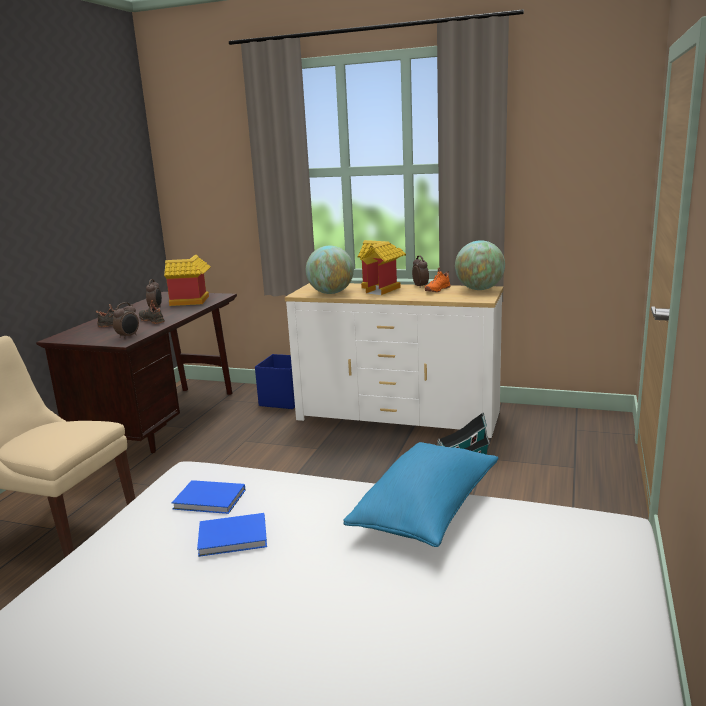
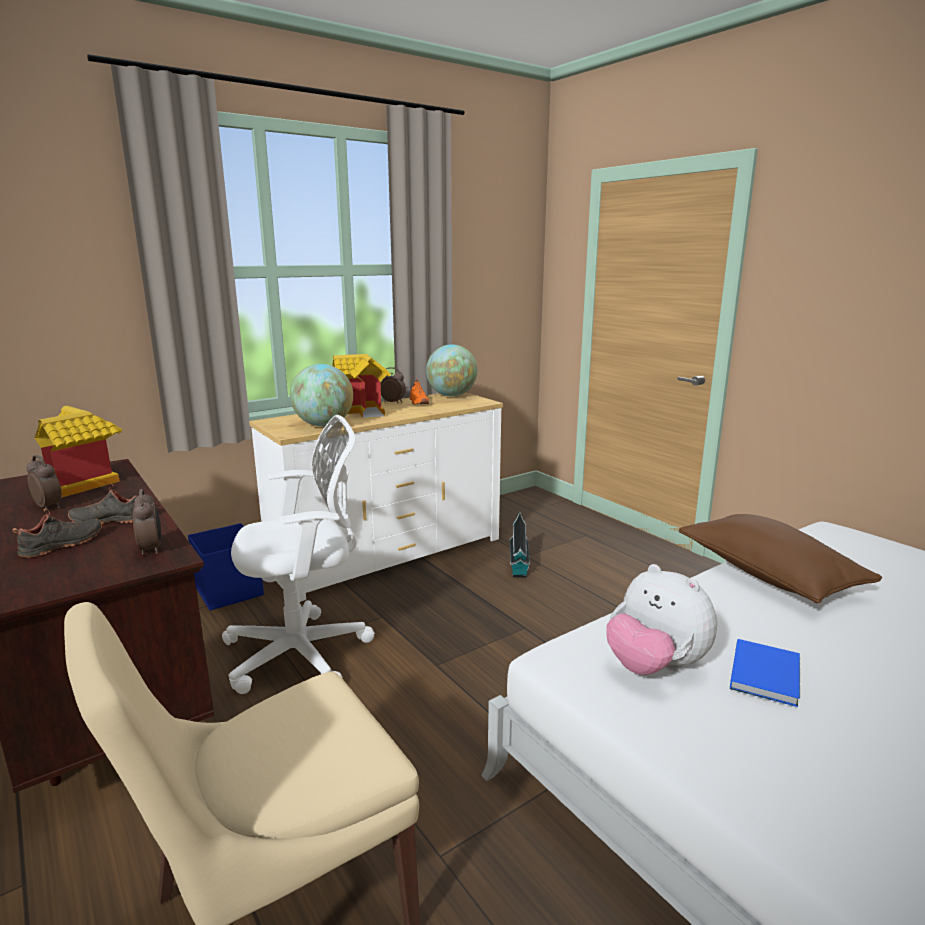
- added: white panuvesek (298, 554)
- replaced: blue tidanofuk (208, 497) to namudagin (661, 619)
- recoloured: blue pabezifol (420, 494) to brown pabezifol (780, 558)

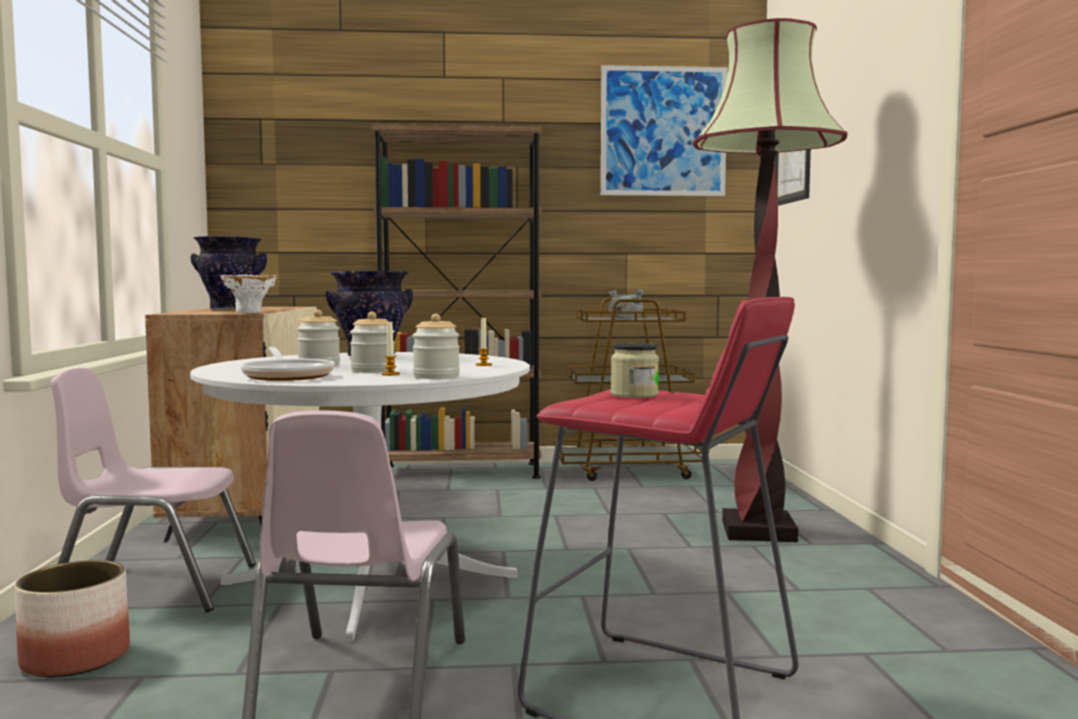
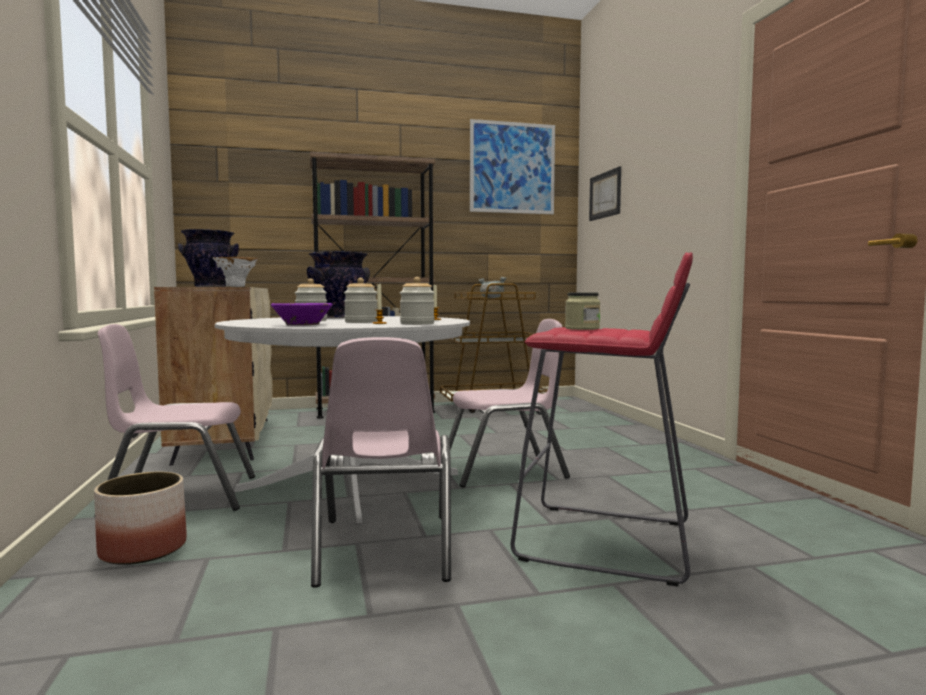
- replaced: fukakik (288, 364) to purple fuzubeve (302, 314)
- added: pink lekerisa (509, 403)
- removed: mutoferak (770, 280)

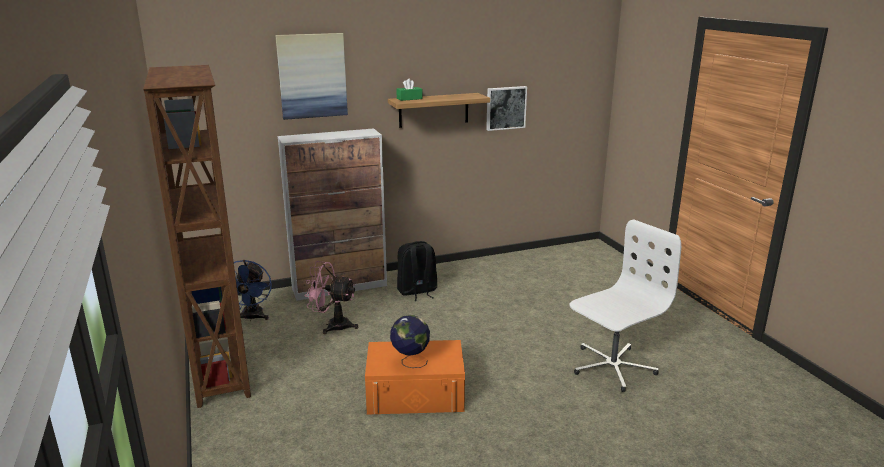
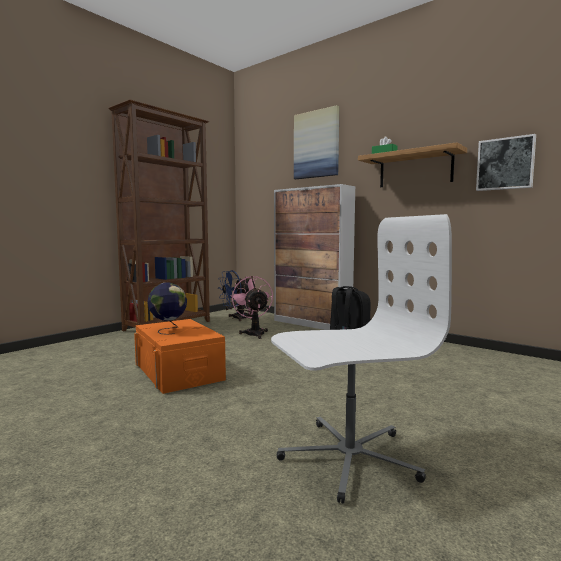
- turned: white panuvesek (625, 305) = (361, 359) 45 degrees counterclockwise

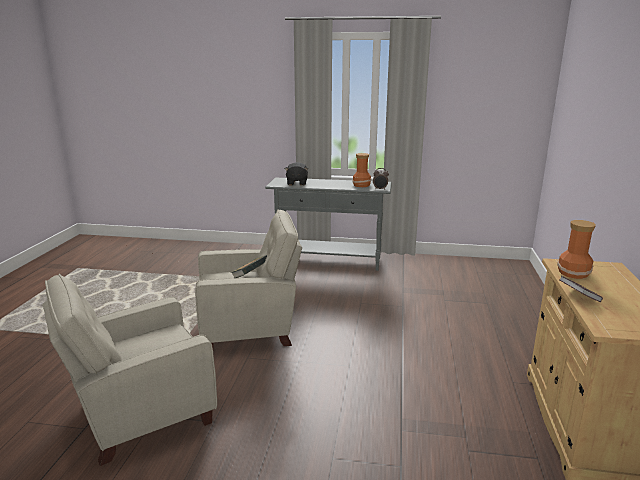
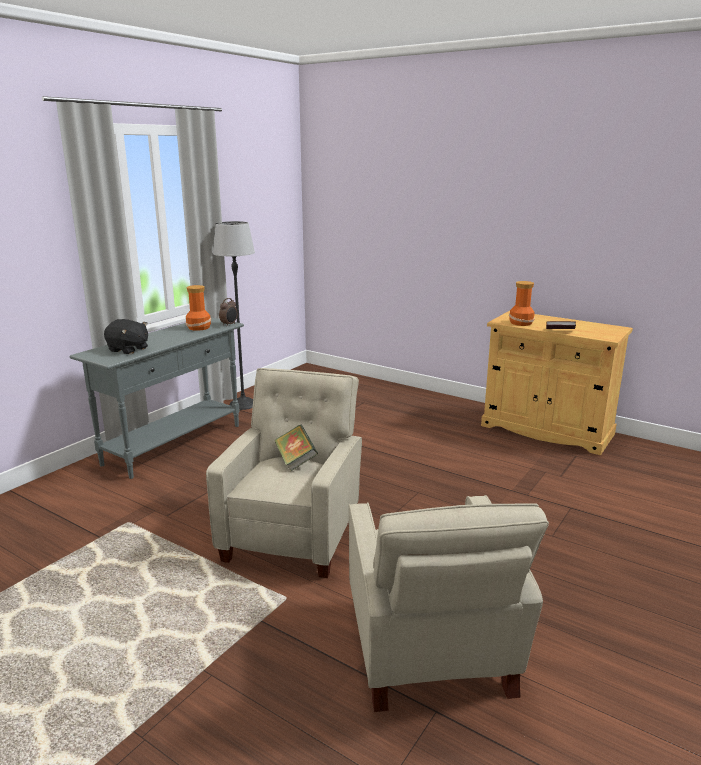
- added: mutoferak (234, 315)

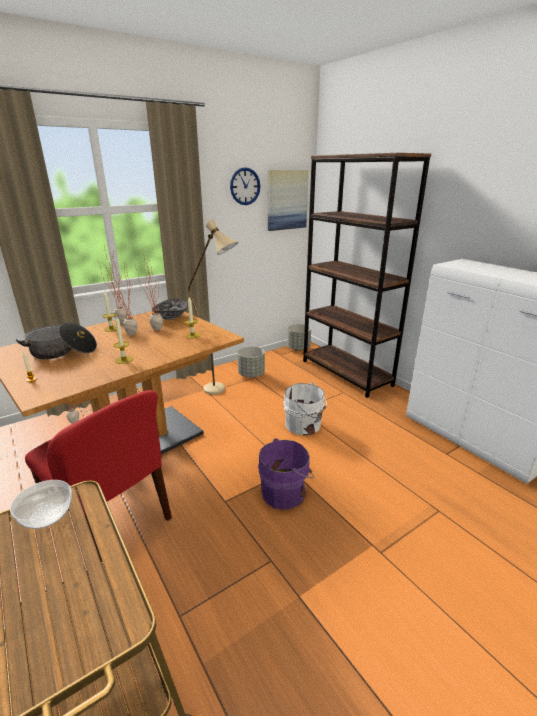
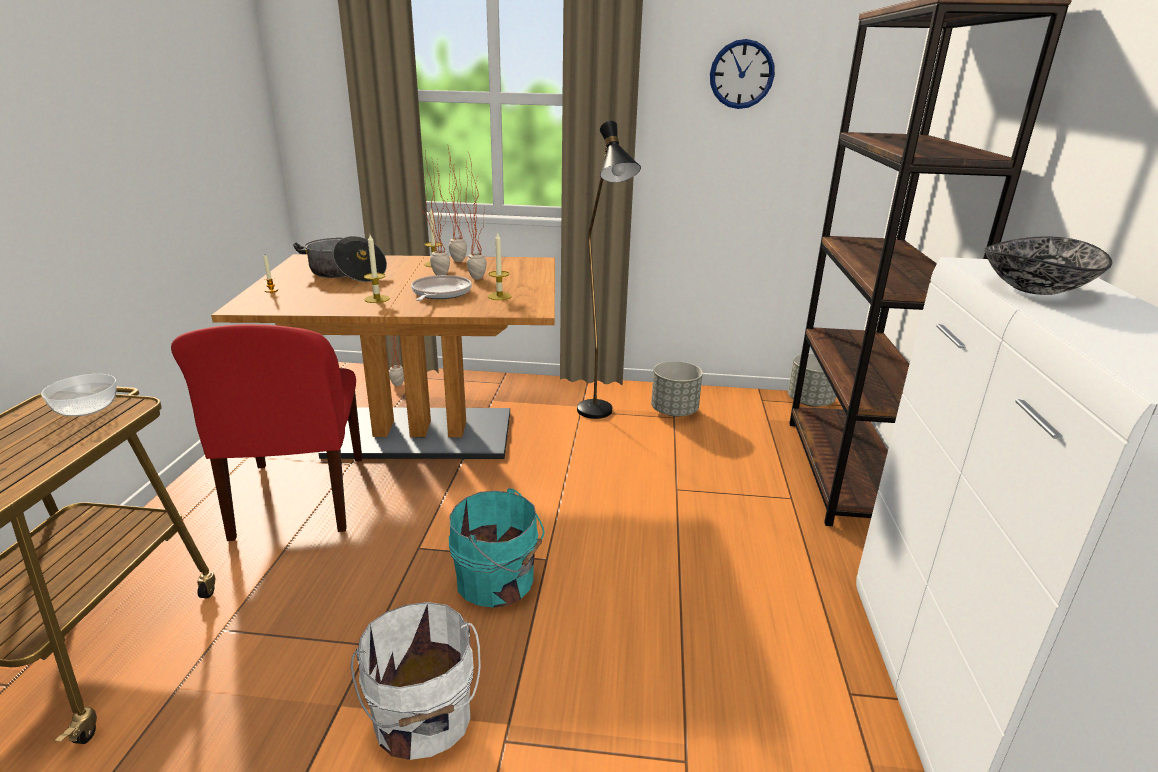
- moved: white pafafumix (305, 408) to (416, 681)
- added: fukakik (441, 288)
- recoloured: purple pafafumix (286, 474) to turquoise pafafumix (497, 548)
- recoloured: beige mutoferak (213, 307) to black mutoferak (609, 270)
- moved: fuzubeve (170, 309) to (1048, 265)
- removed: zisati (288, 200)

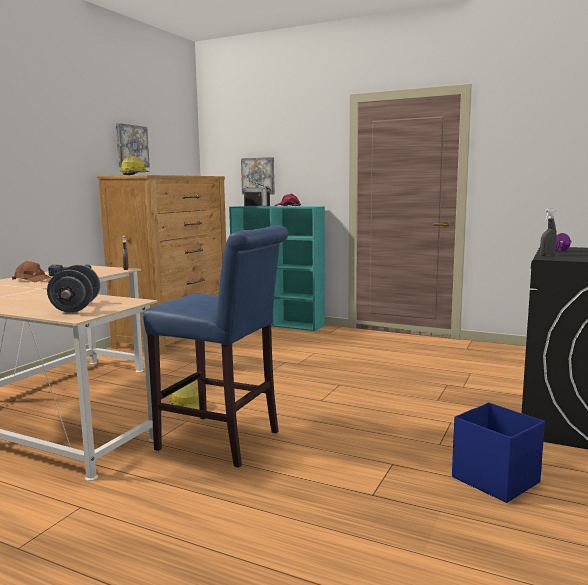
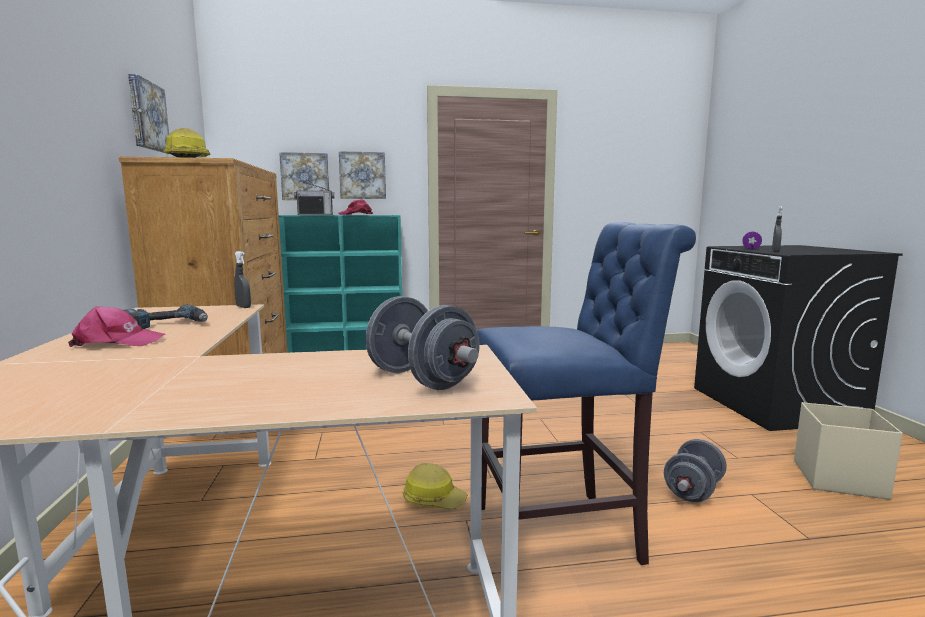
- recoloured: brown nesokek (31, 271) to pink nesokek (117, 326)
- added: zisati (362, 175)
- added: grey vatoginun (695, 470)
- recoloured: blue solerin (498, 452) to beige solerin (848, 451)

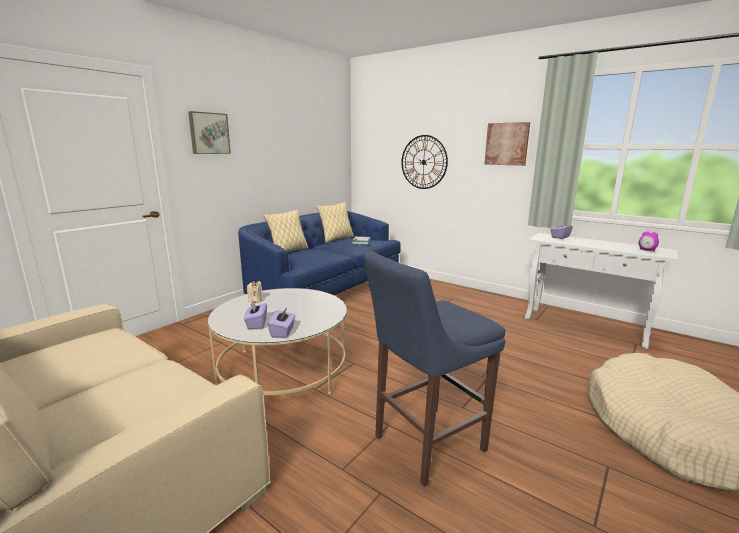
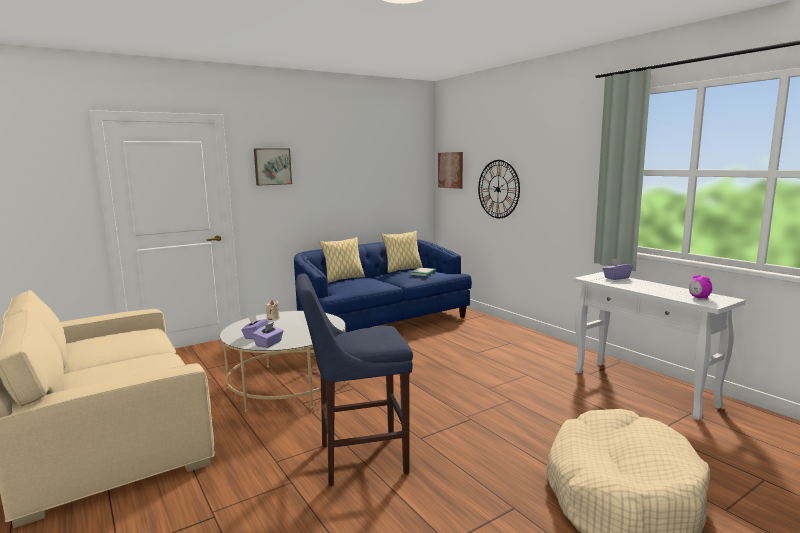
- moved: zisati (507, 144) to (450, 170)

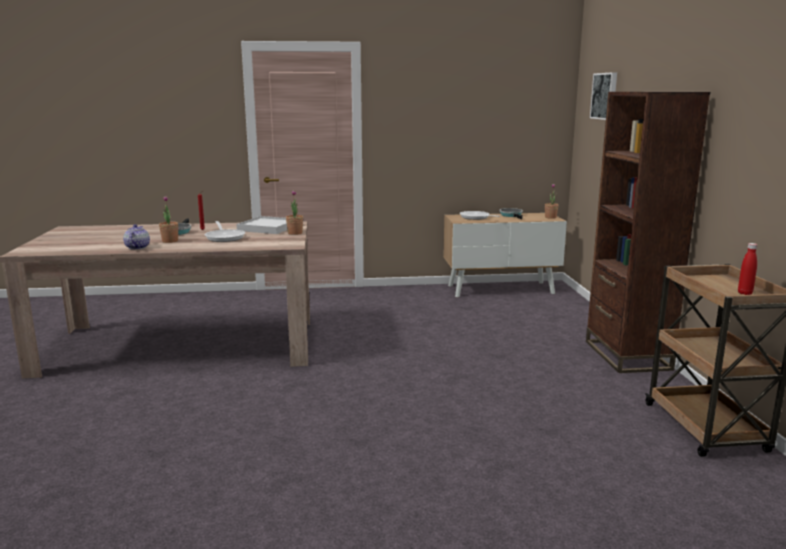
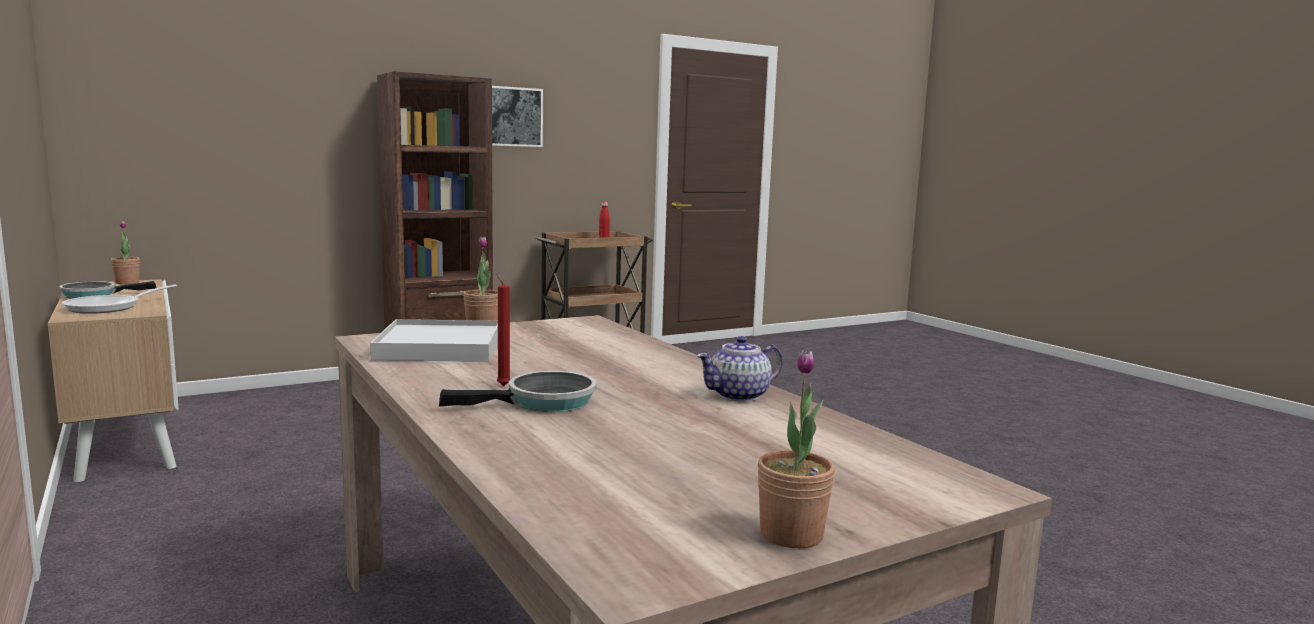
- moved: zisati (603, 96) to (517, 116)
- moved: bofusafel (168, 219) to (796, 449)
- removed: fukakik (225, 231)

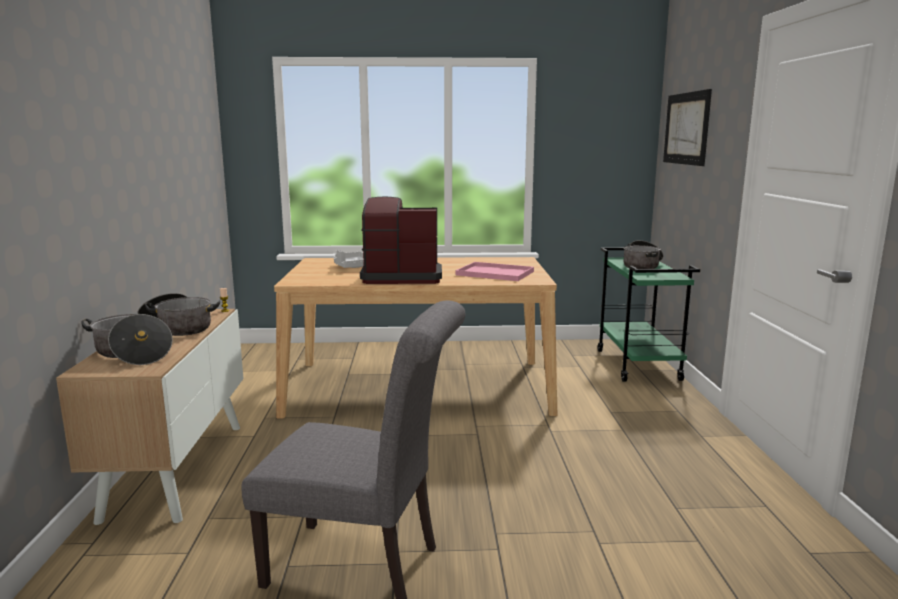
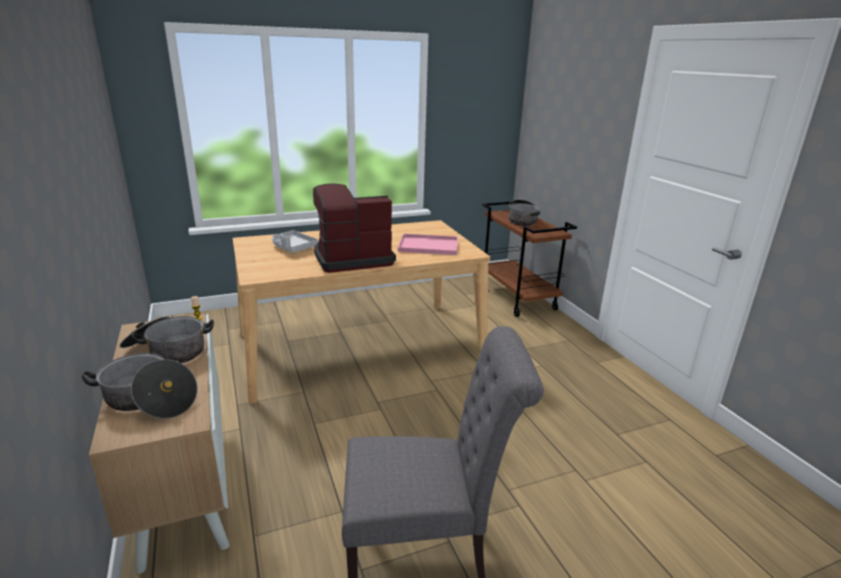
- recoloured: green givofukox (648, 314) to brown givofukox (529, 259)
- removed: zisati (687, 127)

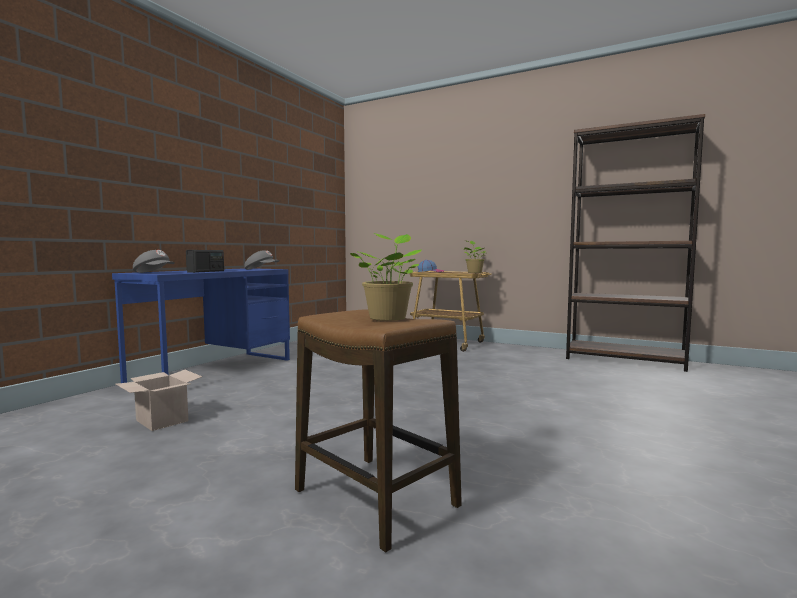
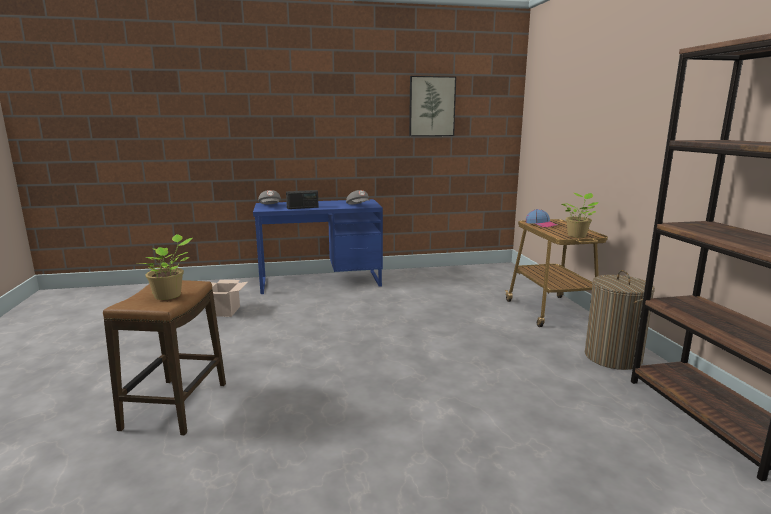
- added: zisati (432, 106)
- added: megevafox (620, 320)

